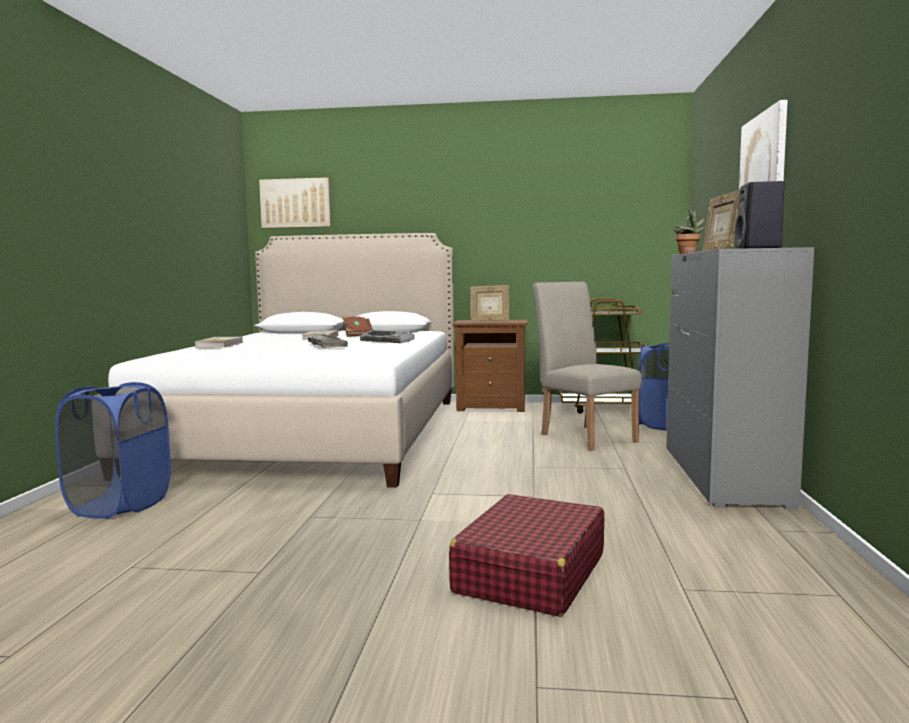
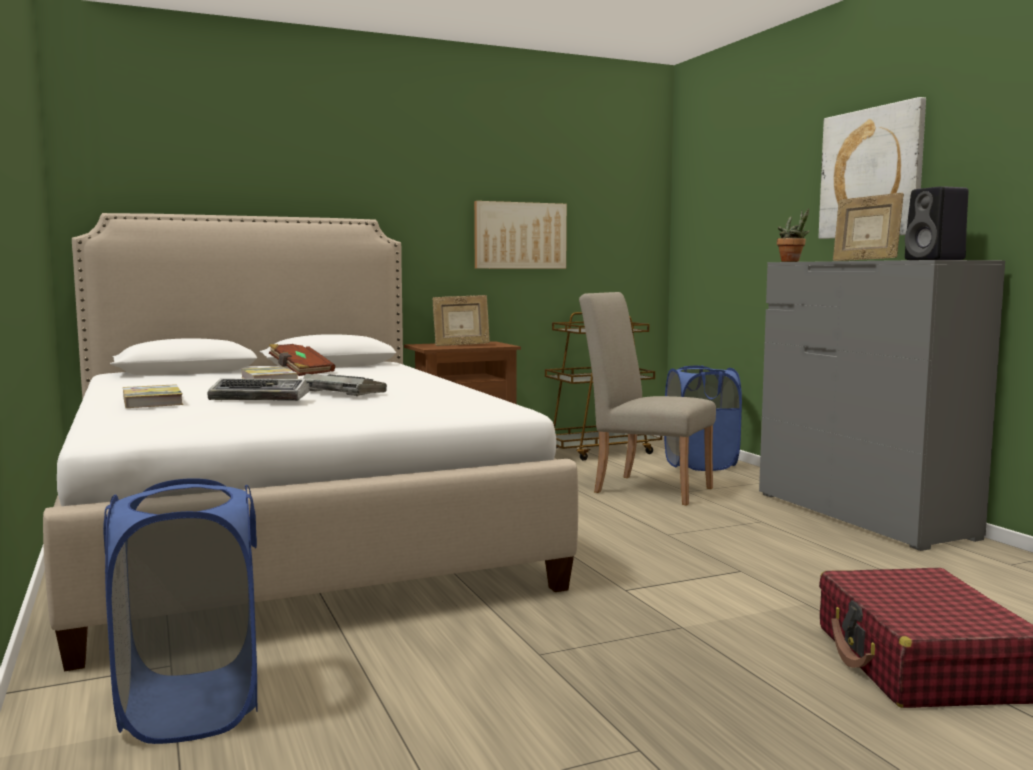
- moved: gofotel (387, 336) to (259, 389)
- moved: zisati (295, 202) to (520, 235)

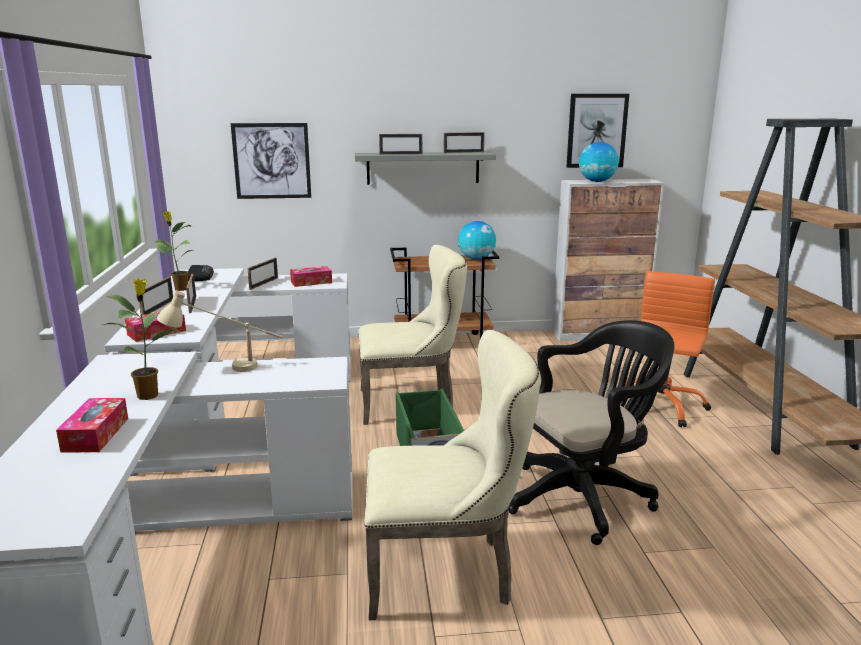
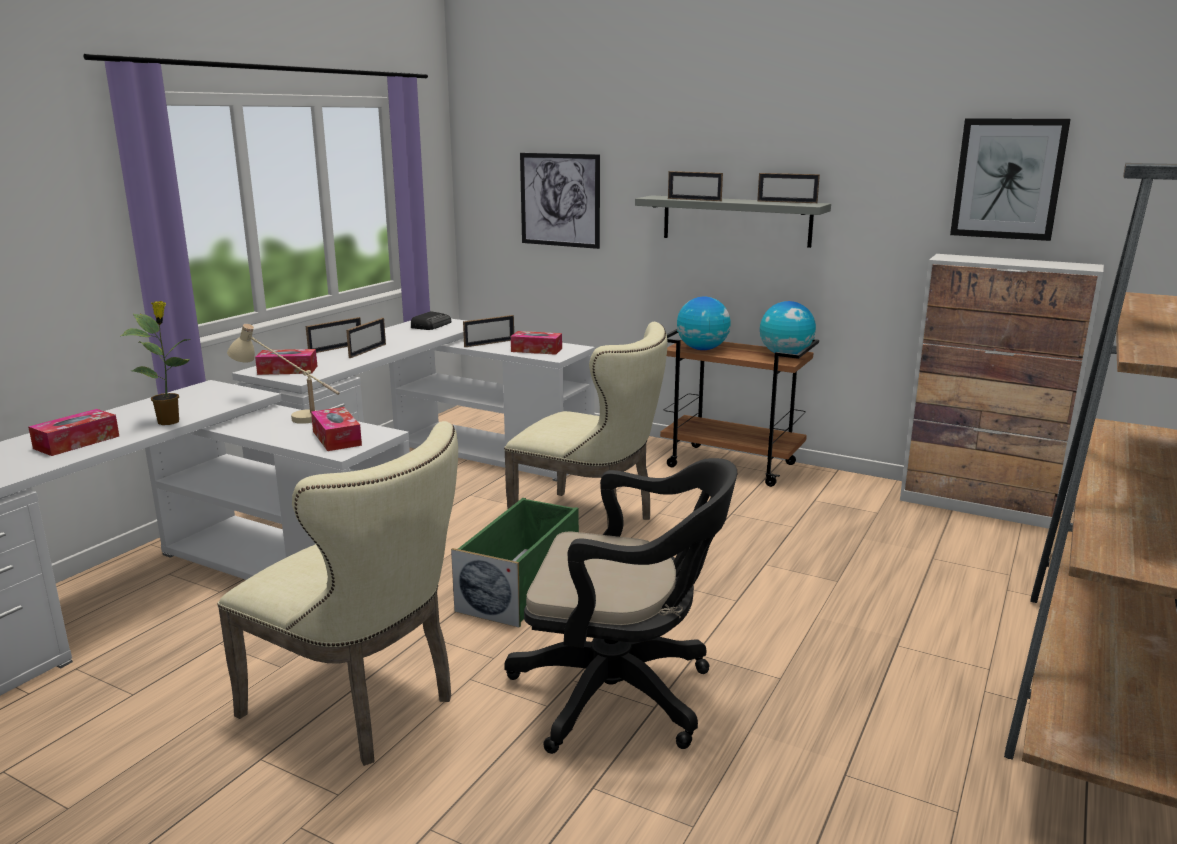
- added: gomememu (336, 429)
- moved: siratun (599, 162) to (704, 323)
- removed: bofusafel (174, 251)
- removed: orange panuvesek (670, 349)

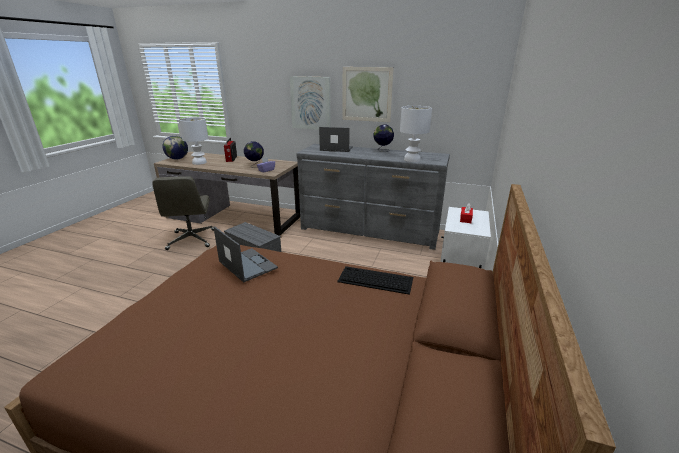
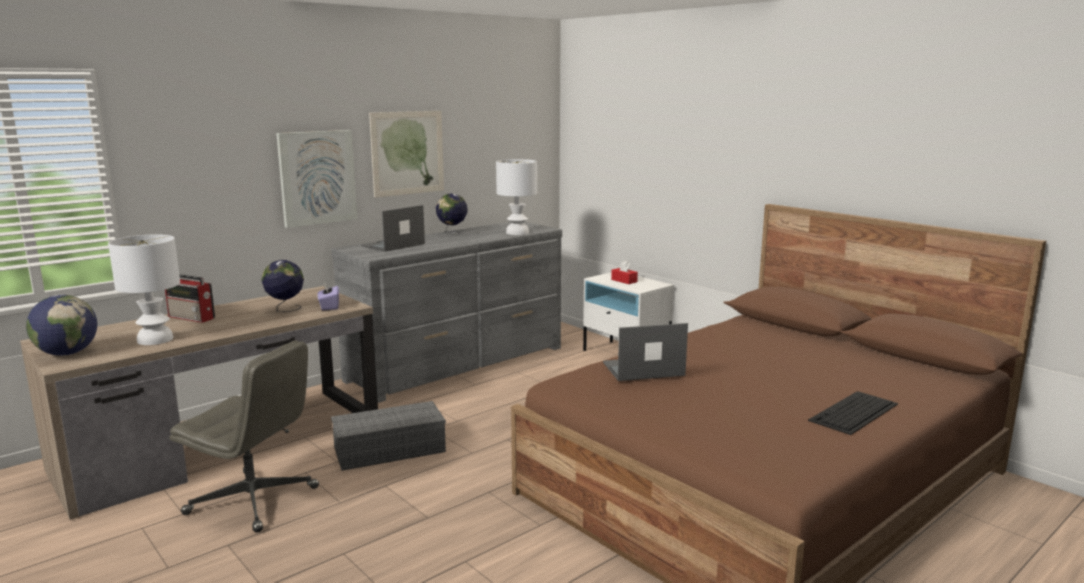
- moved: gofotel (375, 280) to (853, 413)

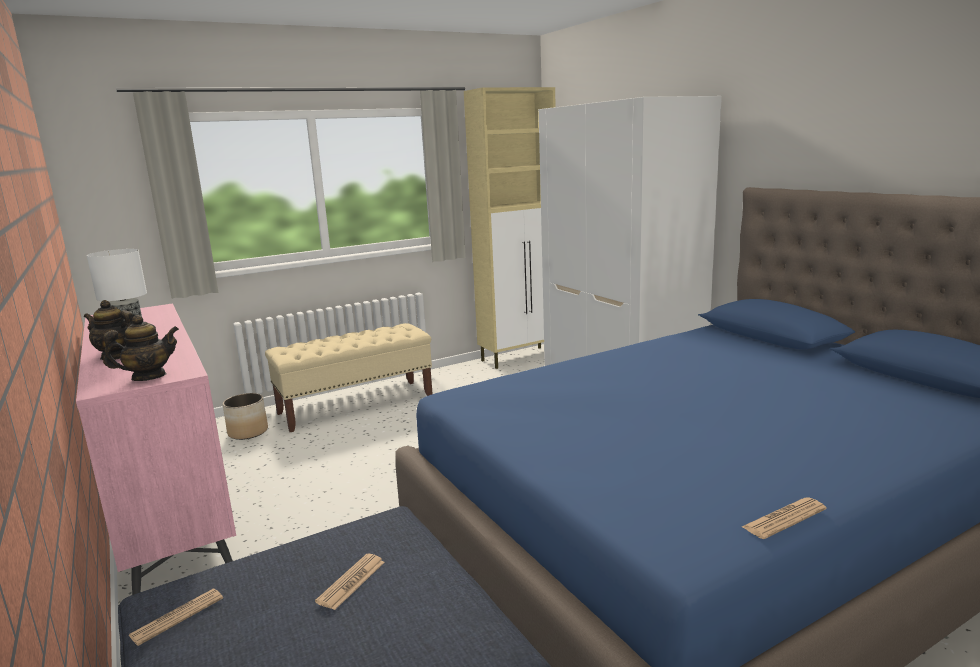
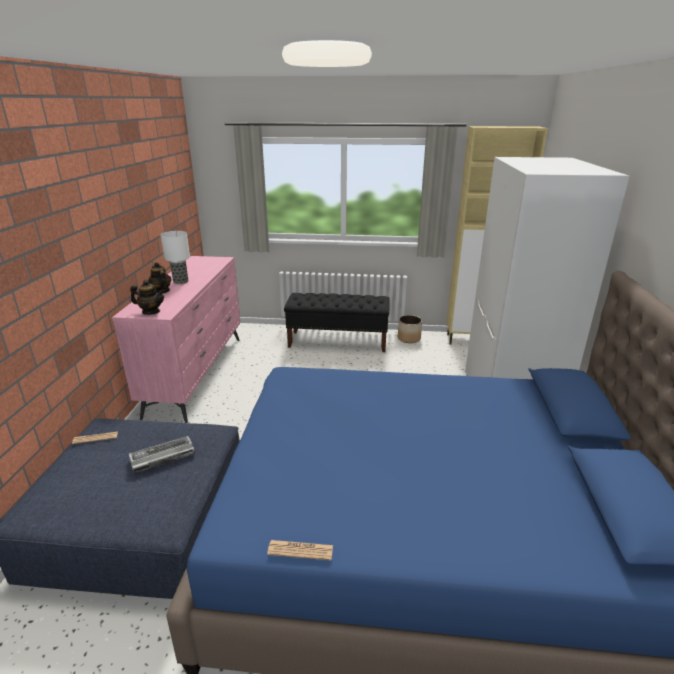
- replaced: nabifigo (350, 582) to gofotel (162, 454)
- recoloured: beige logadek (349, 377) to black logadek (337, 322)
- moved: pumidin (245, 416) to (410, 329)

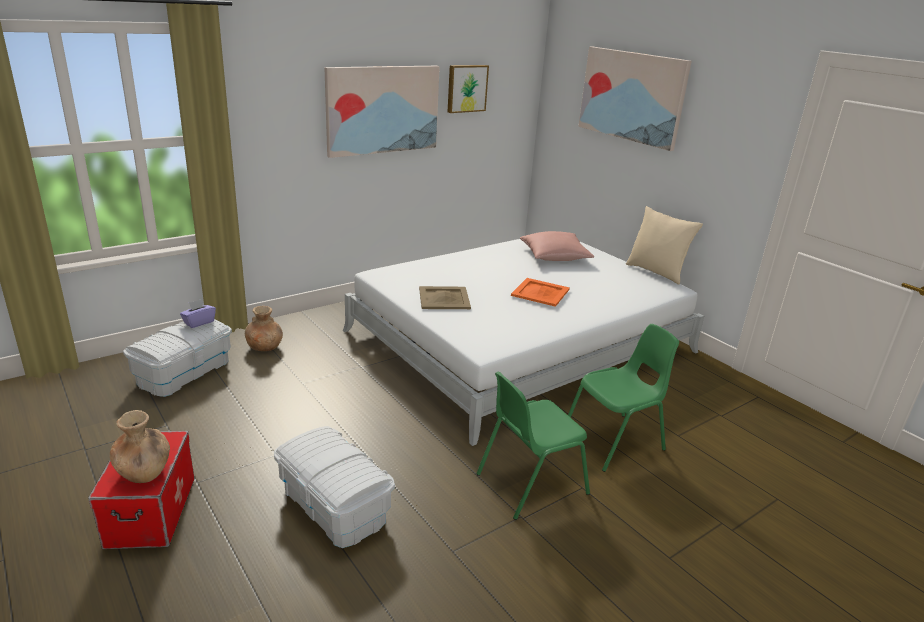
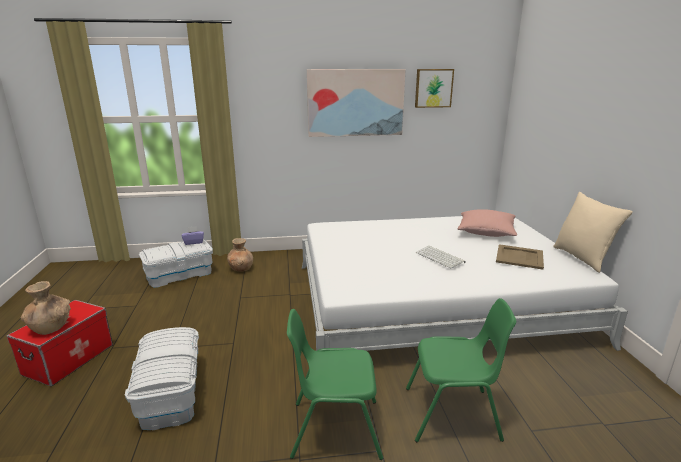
- replaced: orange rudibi (540, 292) to gofotel (441, 257)
- moved: beige rudibi (445, 297) to (520, 257)
- removed: zisati (635, 99)

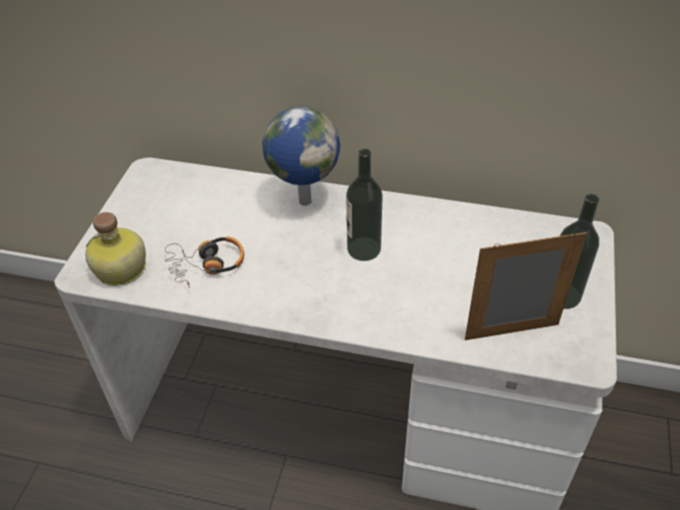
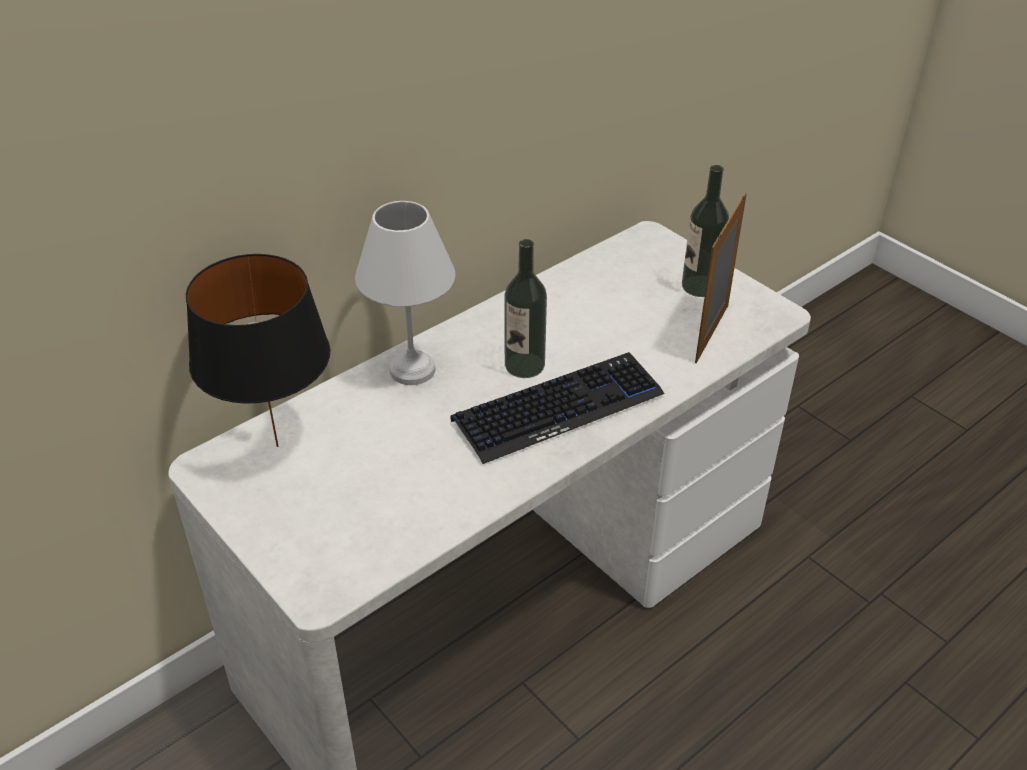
- added: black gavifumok (258, 350)
- replaced: siratun (301, 156) to white gavifumok (405, 293)
- added: gofotel (558, 408)
- removed: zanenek (115, 249)
- removed: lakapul (204, 262)

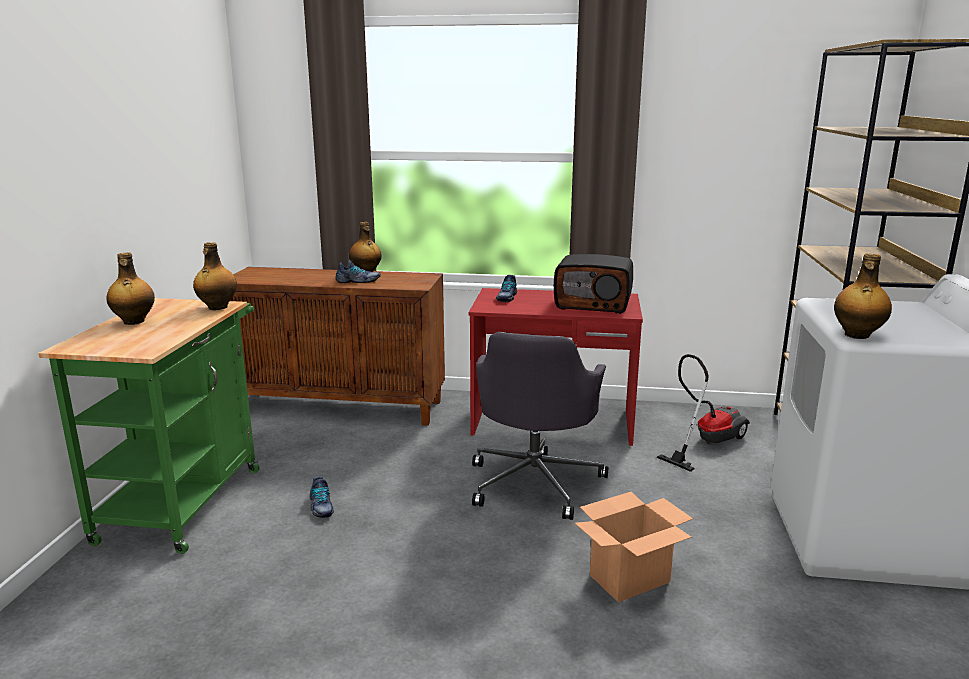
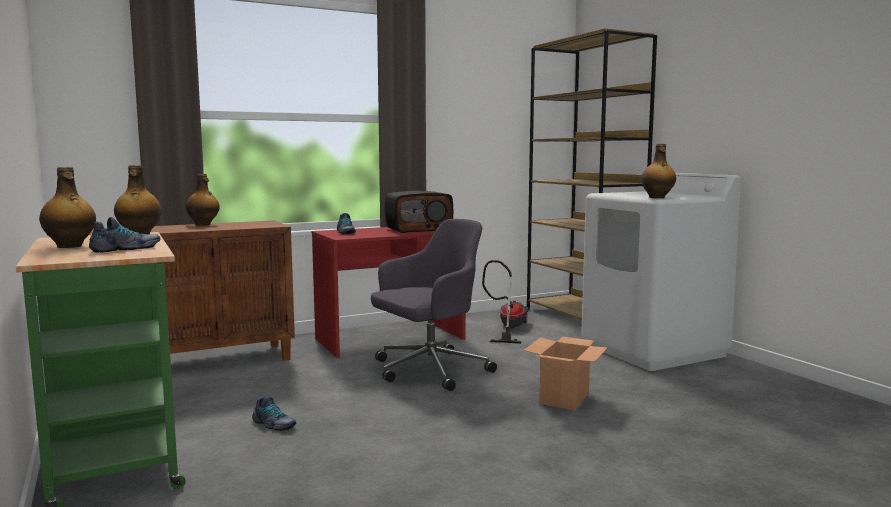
- moved: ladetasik (358, 271) to (124, 235)
- turned: grey panuvesek (540, 426) = (434, 305) 105 degrees counterclockwise

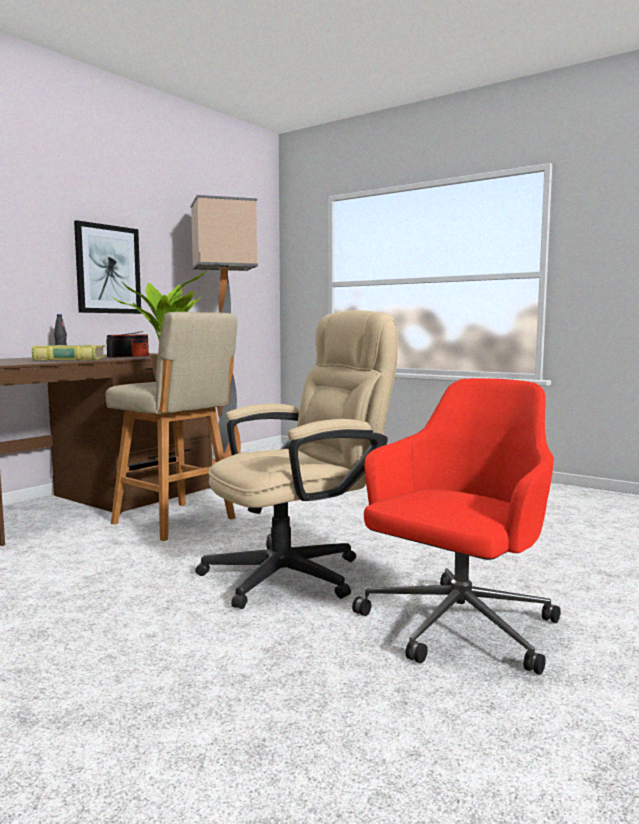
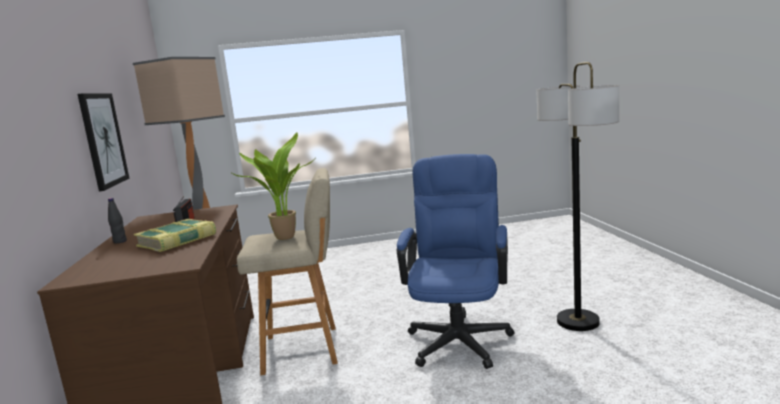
- recoloured: beige panuvesek (296, 459) to blue panuvesek (455, 261)
- replaced: red panuvesek (456, 526) to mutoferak (577, 196)

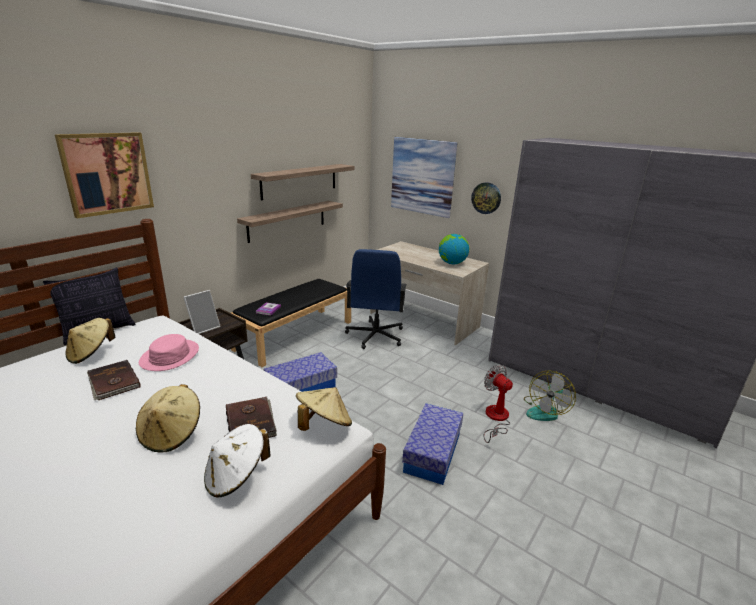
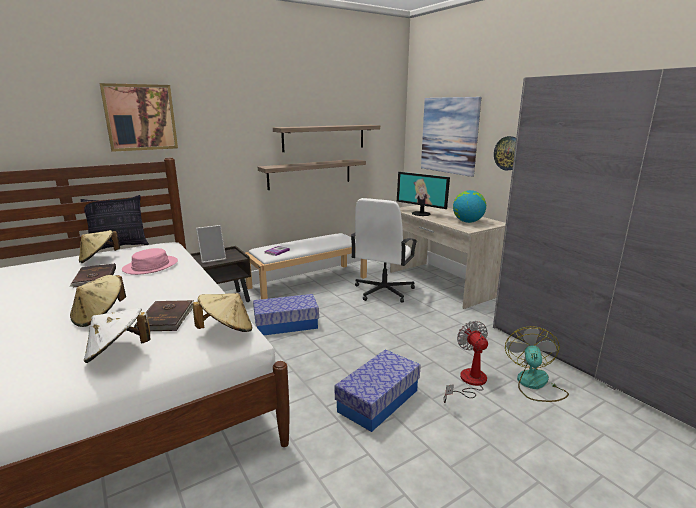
- recoloured: black logadek (291, 323) to white logadek (306, 266)
- recoloured: blue panuvesek (376, 299) to white panuvesek (384, 250)
- added: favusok (423, 194)
- turned: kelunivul (550, 395) = (537, 364) 135 degrees clockwise

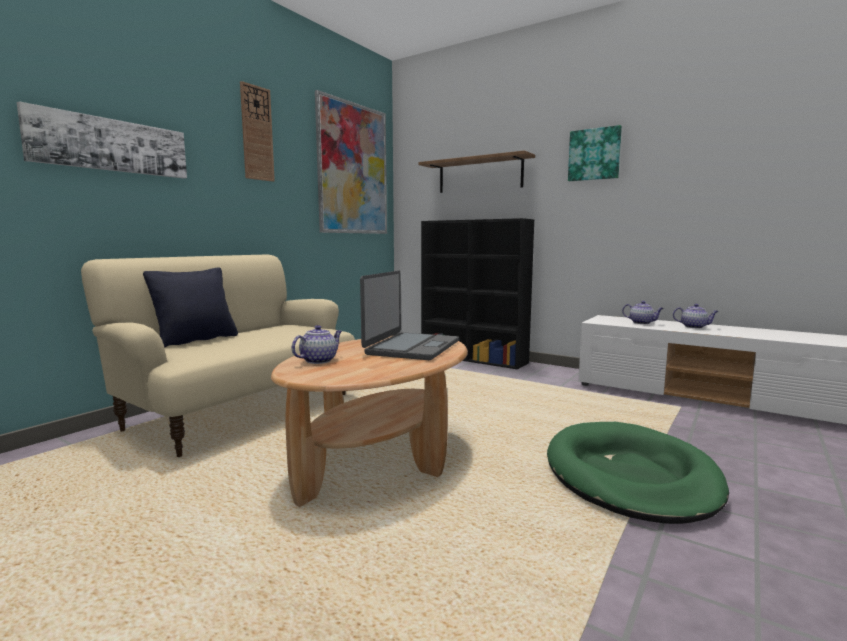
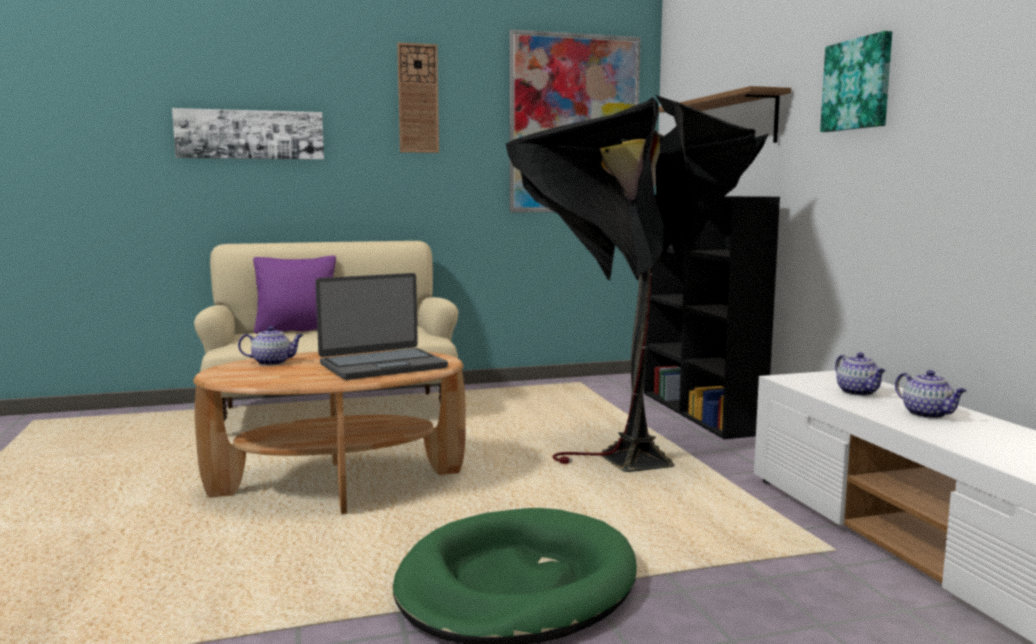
- recoloured: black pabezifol (190, 307) to purple pabezifol (294, 294)
- added: black mutoferak (637, 283)

